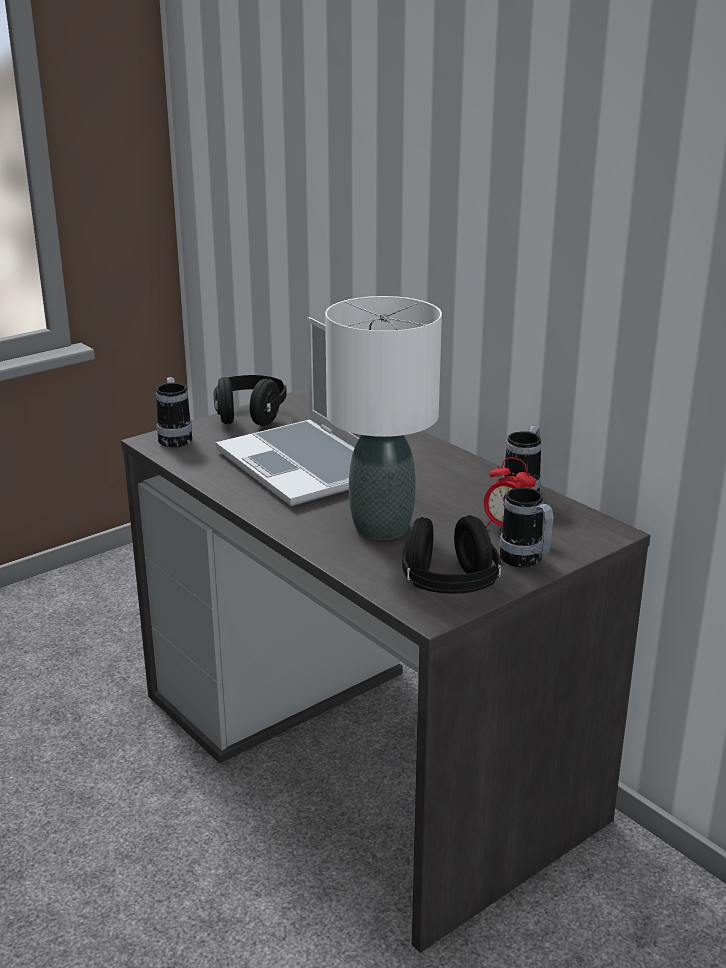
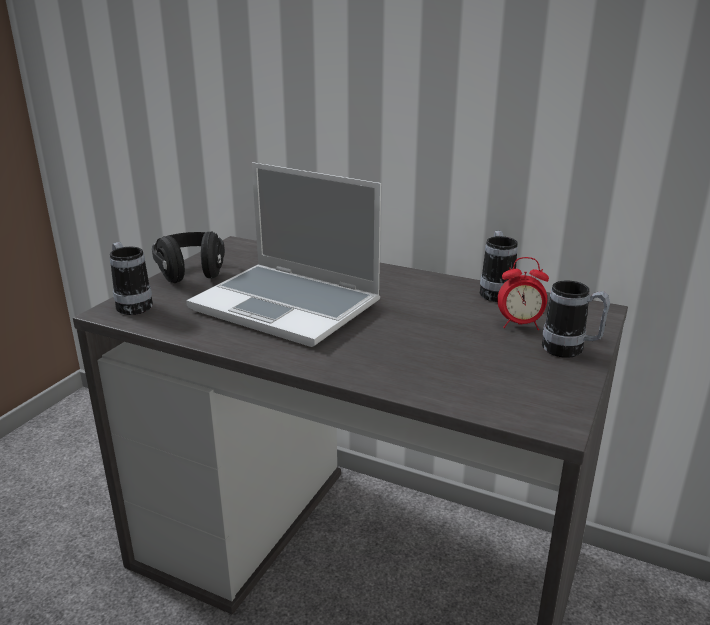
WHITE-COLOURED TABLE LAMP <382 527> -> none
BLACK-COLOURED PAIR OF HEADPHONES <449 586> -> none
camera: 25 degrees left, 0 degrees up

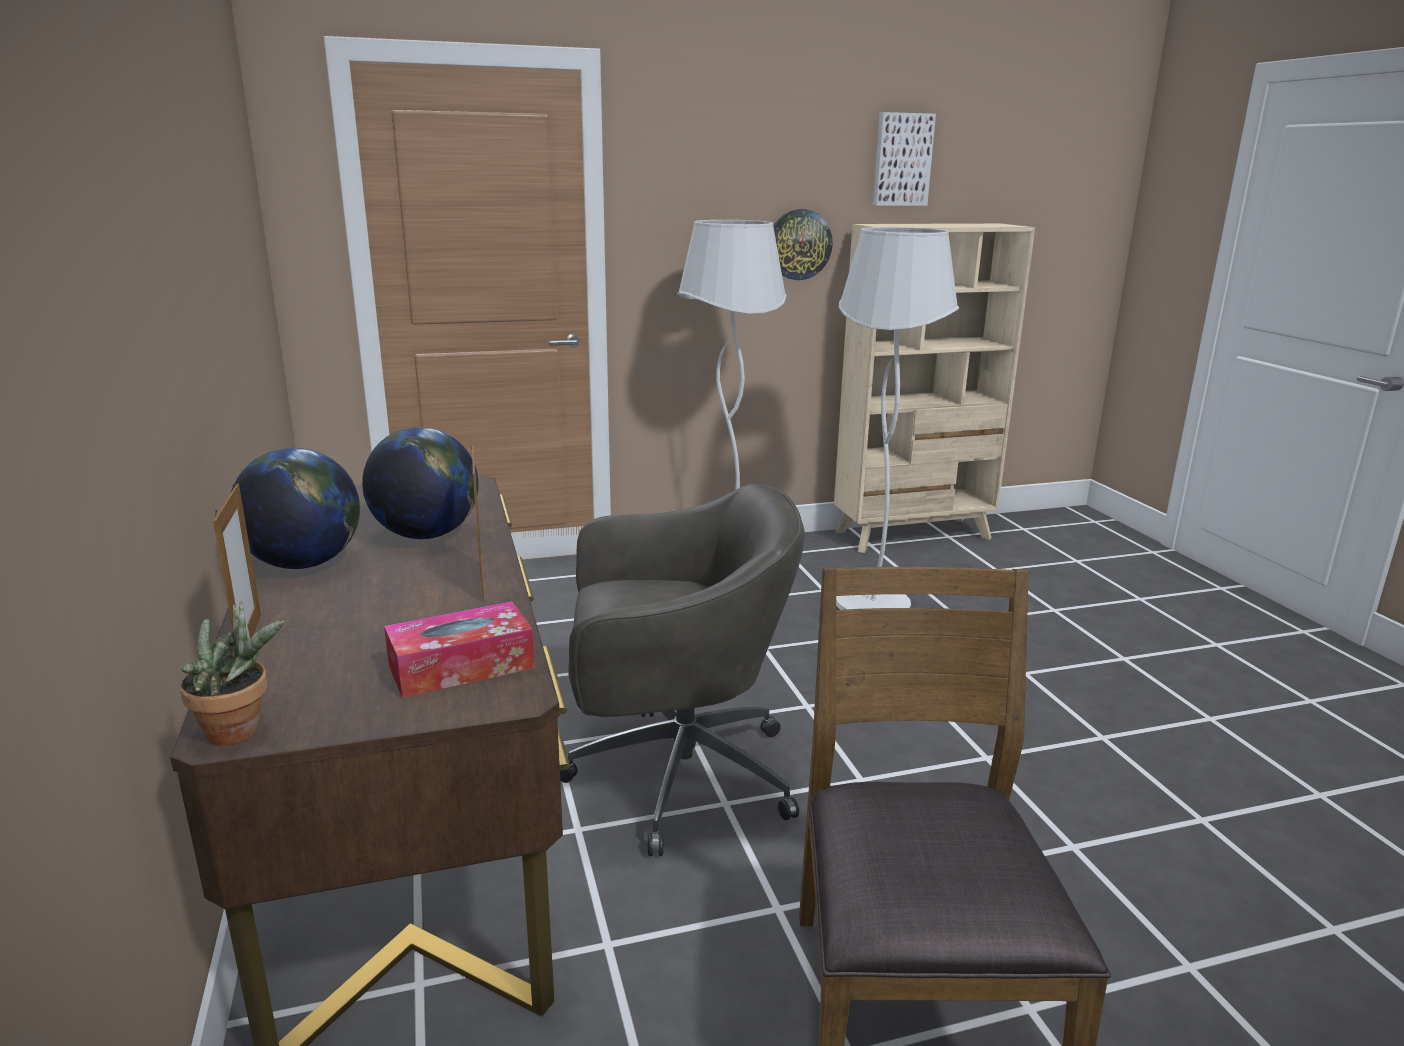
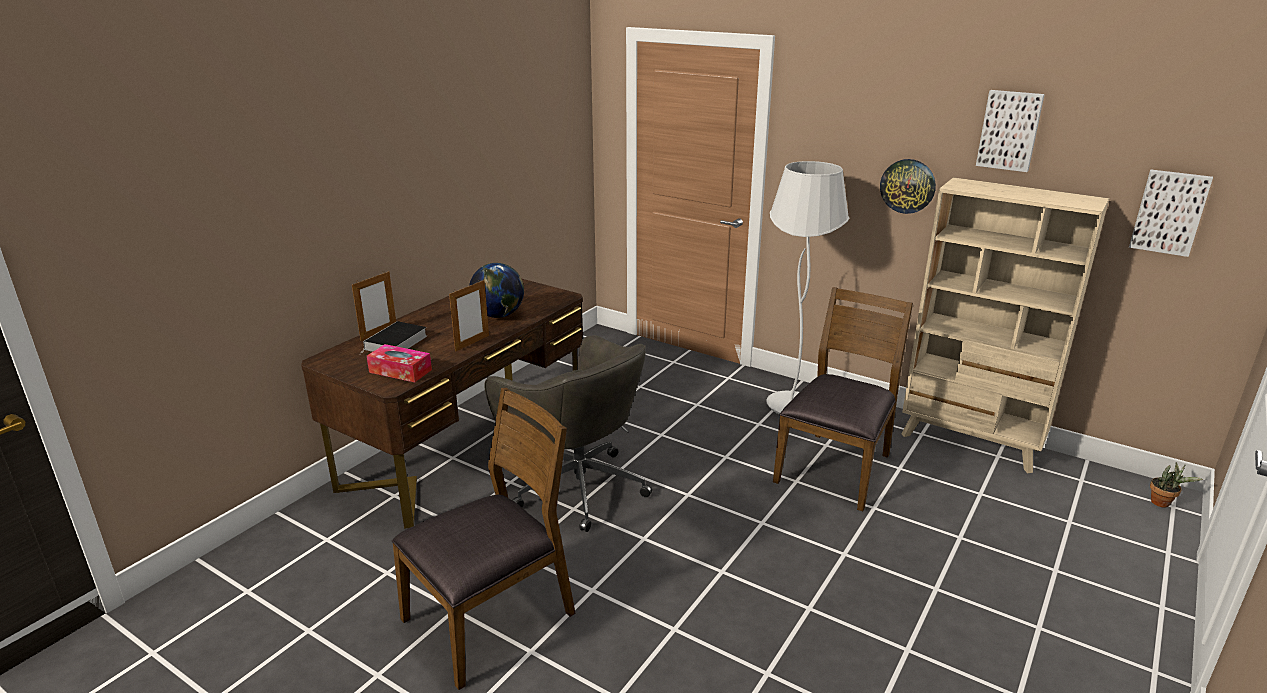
DESK GLOBE <304 564> -> none
none -> BOUND BOOK <395 343>
none -> WALL ART <1169 212>
POTTED PLANT <241 732> -> POTTED PLANT <1163 503>, moved
WHITE-COLOURED FLOOR LAMP <872 606> -> BROWN-COLOURED CHAIR <835 468>
camera: 50 degrees right, 5 degrees up

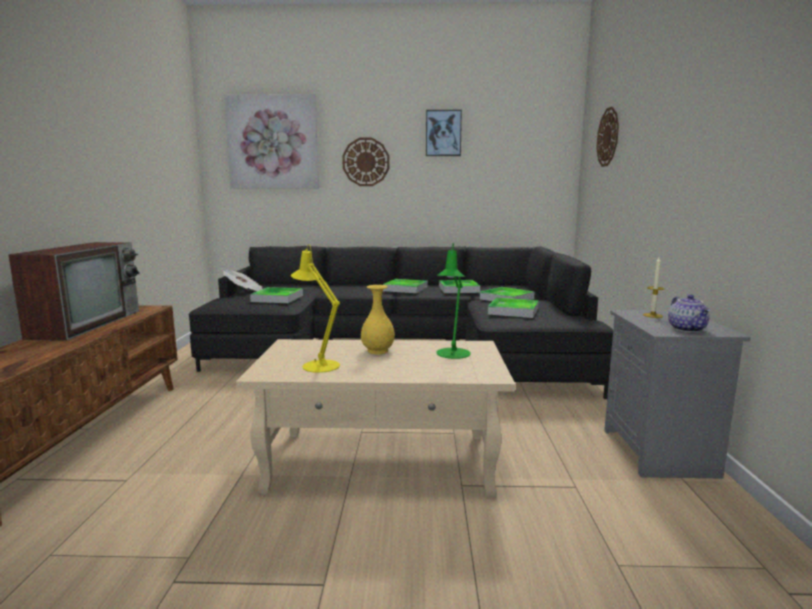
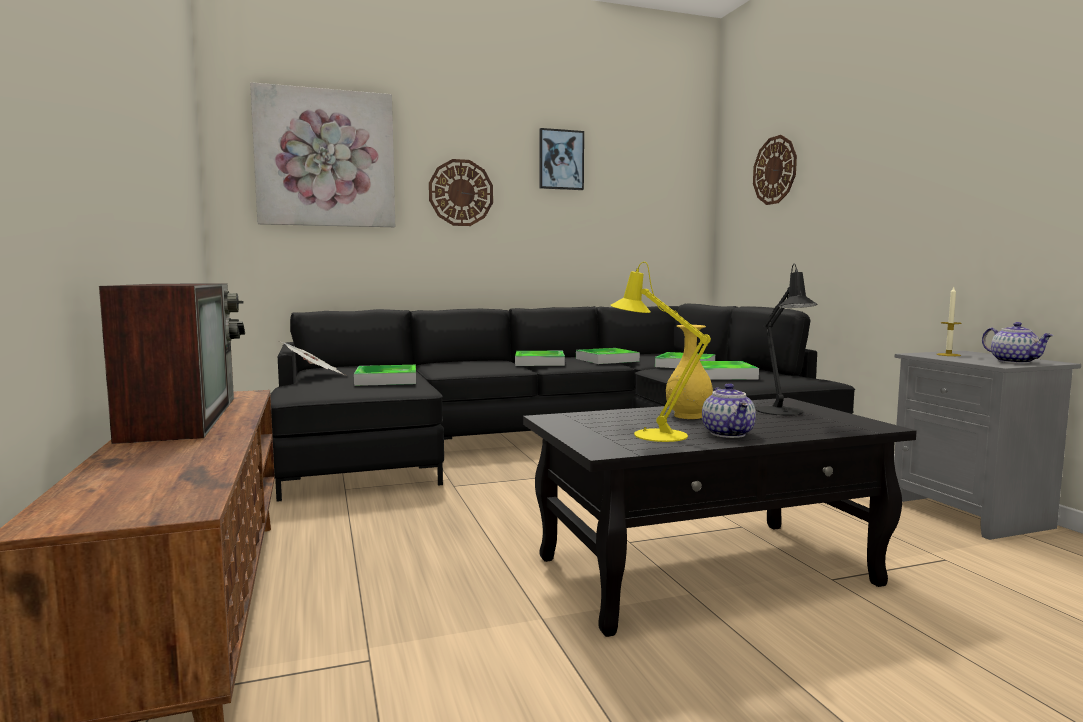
none -> POT FOR TEA <729 434>
BEIGE LOUNGE TABLE <383 462> -> BLACK-COLOURED LOUNGE TABLE <707 570>
GREEN-COLOURED TABLE LAMP <452 355> -> BLACK-COLOURED TABLE LAMP <782 412>
camera: 20 degrees left, 5 degrees down

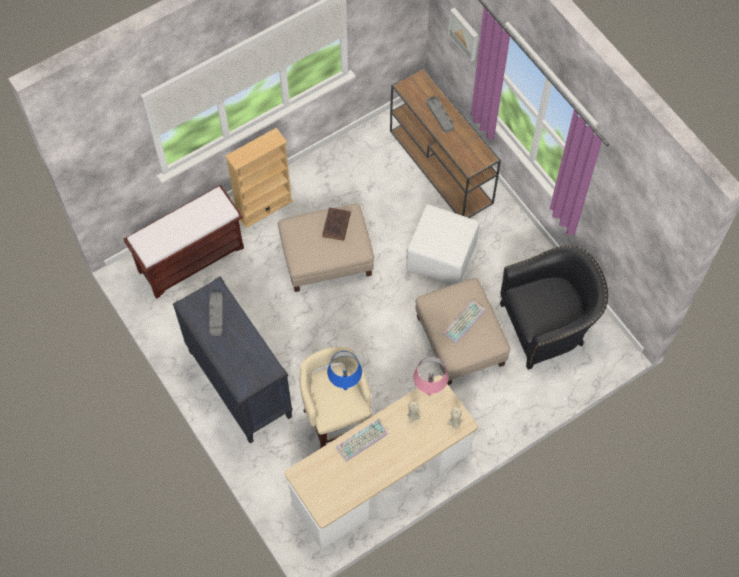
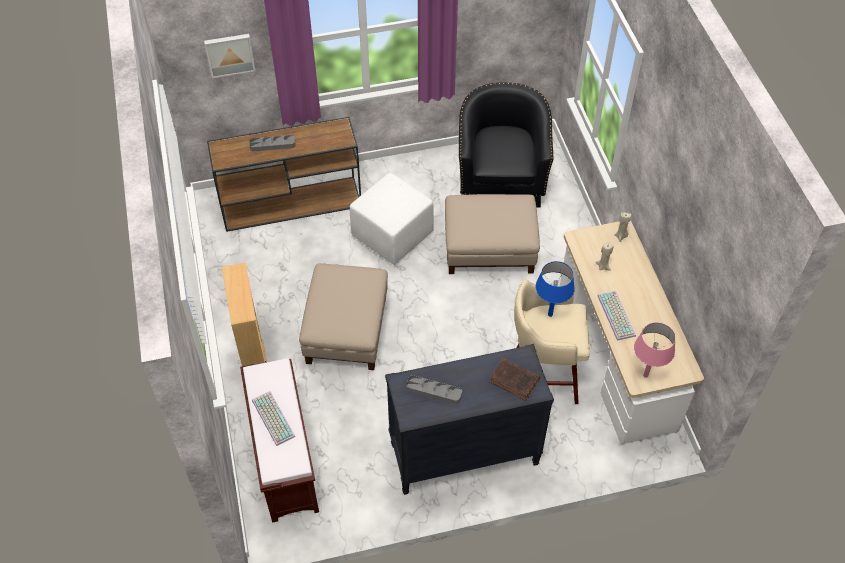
BROWN-COLOURED BOUND BOOK <336 226> -> BROWN-COLOURED BOUND BOOK <515 381>, moved
PINK-COLOURED TABLE LAMP <429 393> -> PINK-COLOURED TABLE LAMP <645 375>, moved
COMPUTER KEYBOARD <464 321> -> COMPUTER KEYBOARD <272 418>, moved
camera: 70 degrees left, 10 degrees down

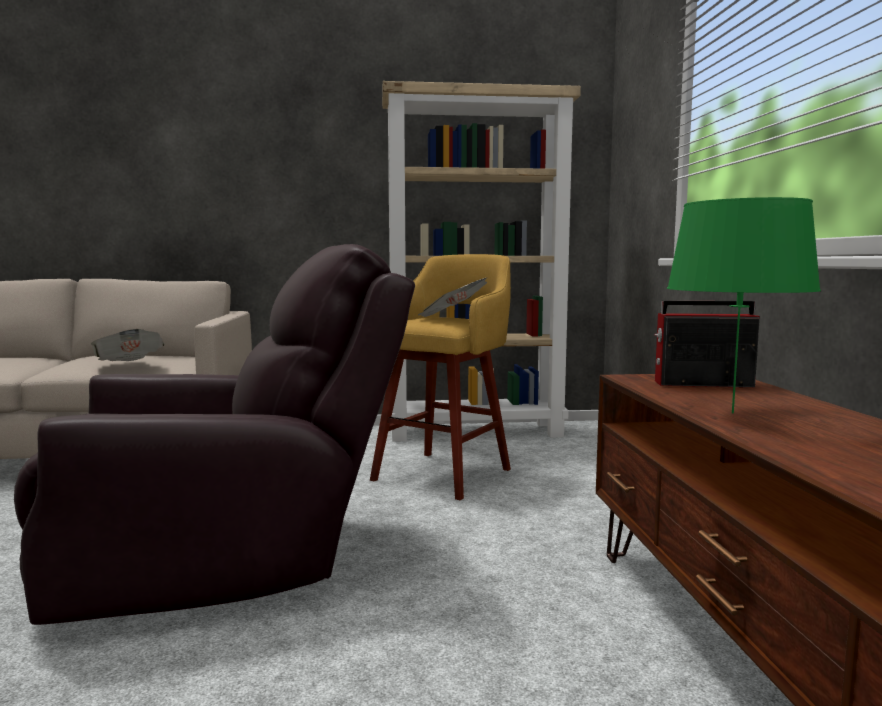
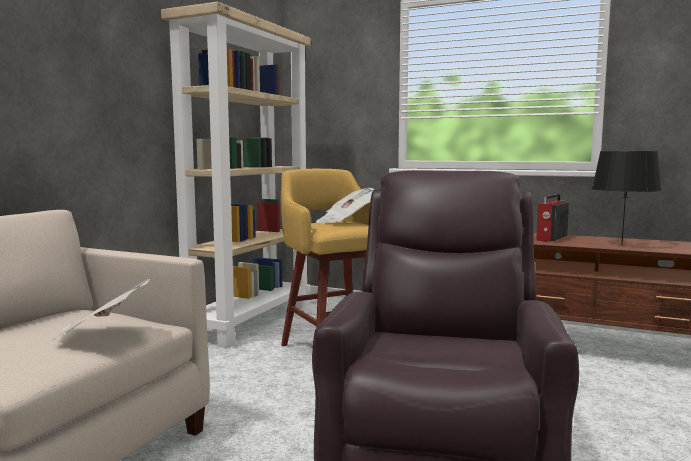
GREEN-COLOURED TABLE LAMP <732 413> -> BLACK-COLOURED TABLE LAMP <621 245>
camera: 60 degrees left, 0 degrees up

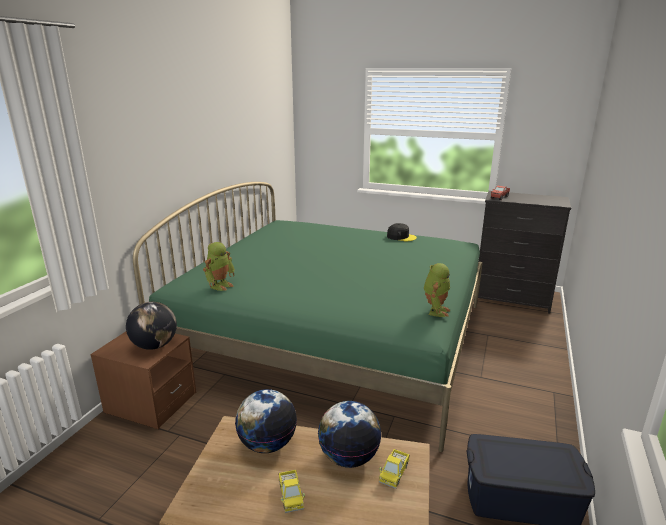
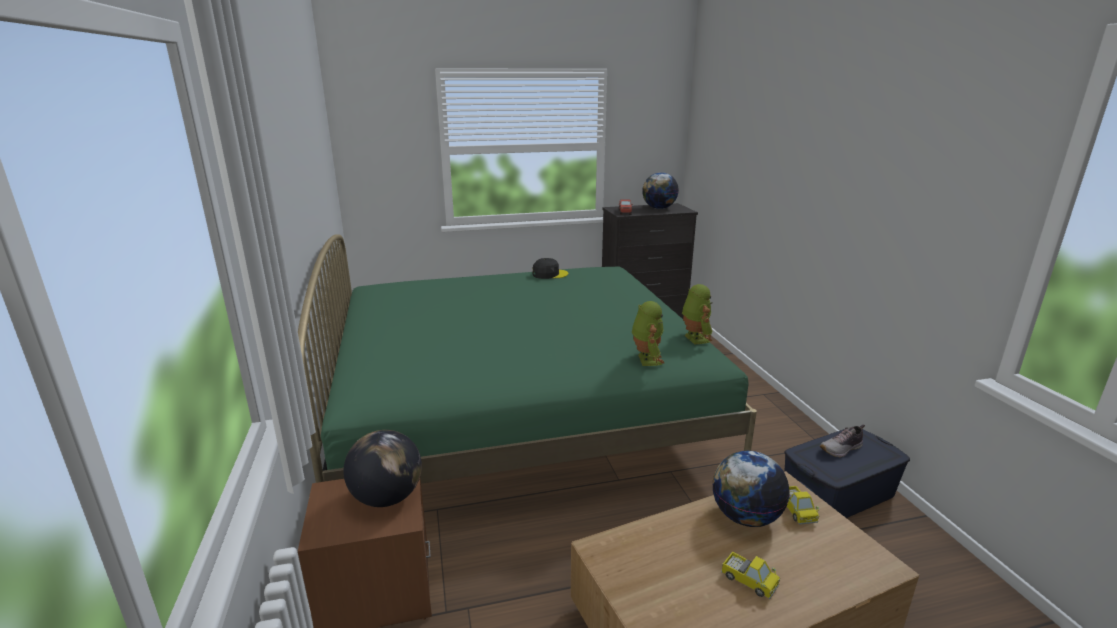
none -> ITEM OF FOOTWEAR <841 449>
ROBOT FIGURE <220 285> -> ROBOT FIGURE <646 359>, moved
DESK GLOBE <267 444> -> DESK GLOBE <659 208>, moved
camera: 35 degrees left, 0 degrees up

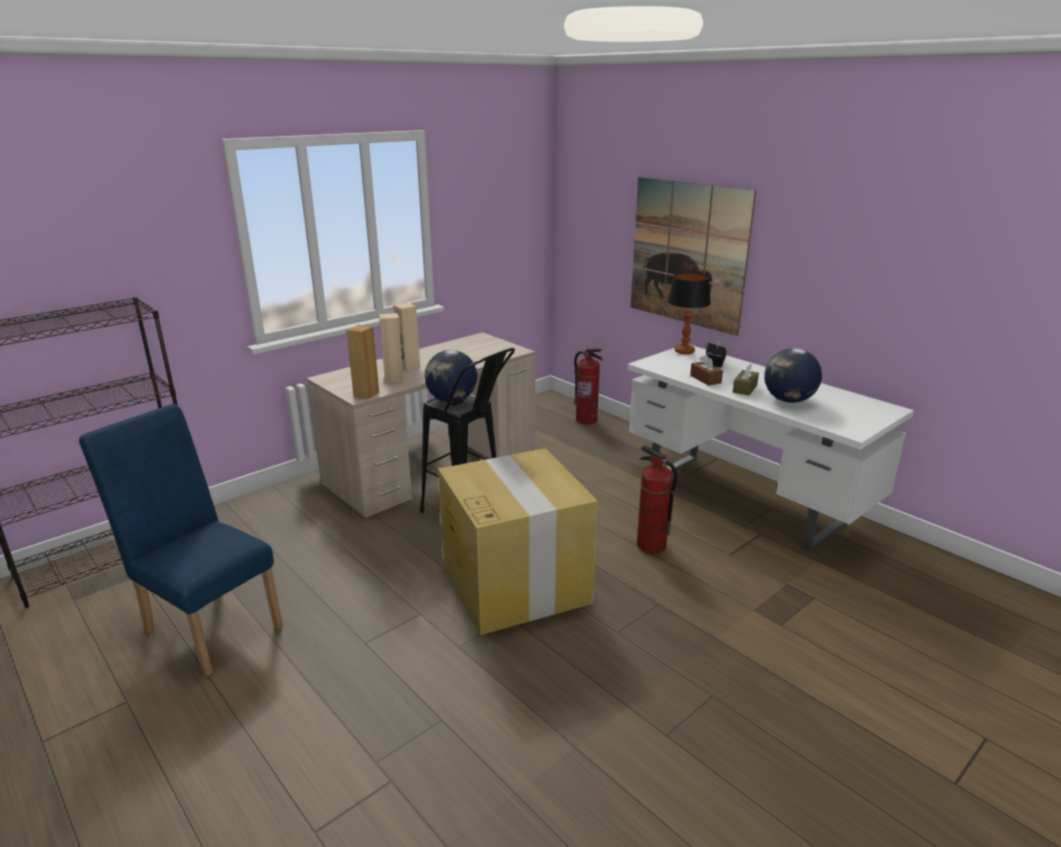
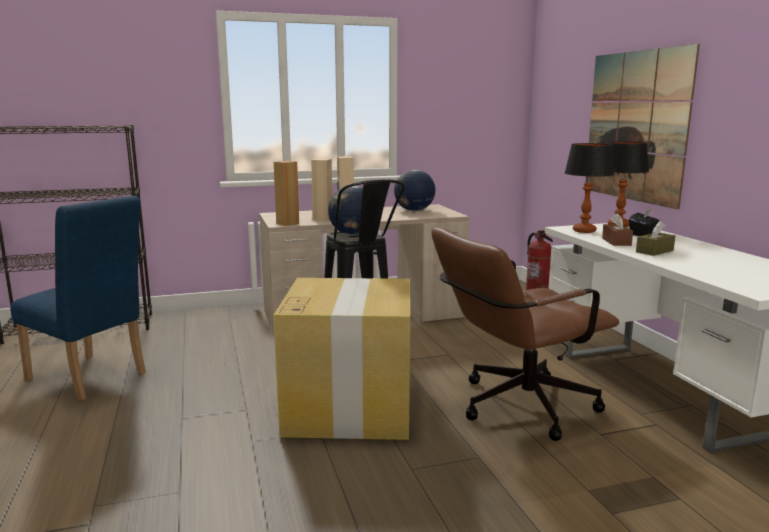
none -> TABLE LAMP <584 231>
DESK GLOBE <788 400> -> DESK GLOBE <414 210>, moved
EXTINGUISHER <651 545> -> BROWN-COLOURED COMPUTER CHAIR <515 407>
BLUE-COLOURED CHAIR <209 624> -> BLUE-COLOURED CHAIR <91 378>, 150 degrees clockwise
camera: 25 degrees right, 10 degrees down

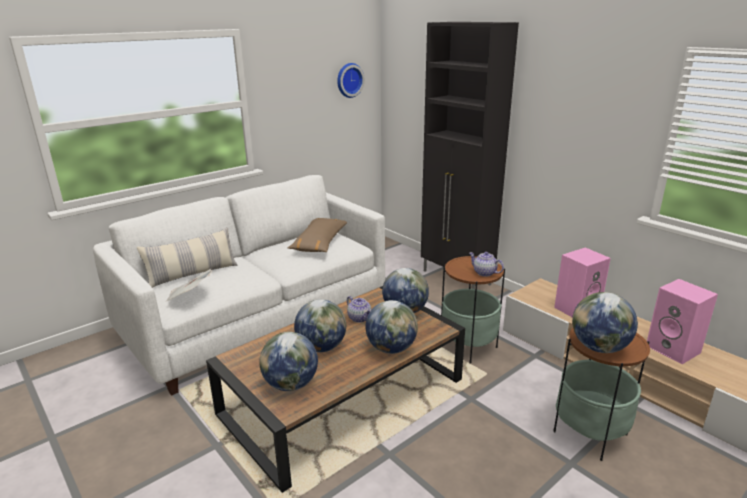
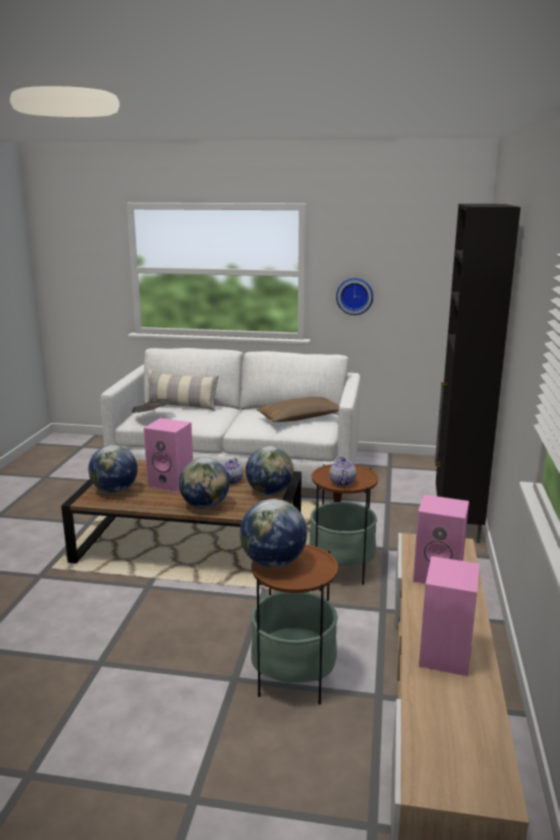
HANGING CLOCK <349 80> -> HANGING CLOCK <354 296>, moved
DESK GLOBE <321 347> -> PINK-COLOURED AUDIO SPEAKER <172 483>
camera: 50 degrees right, 5 degrees down

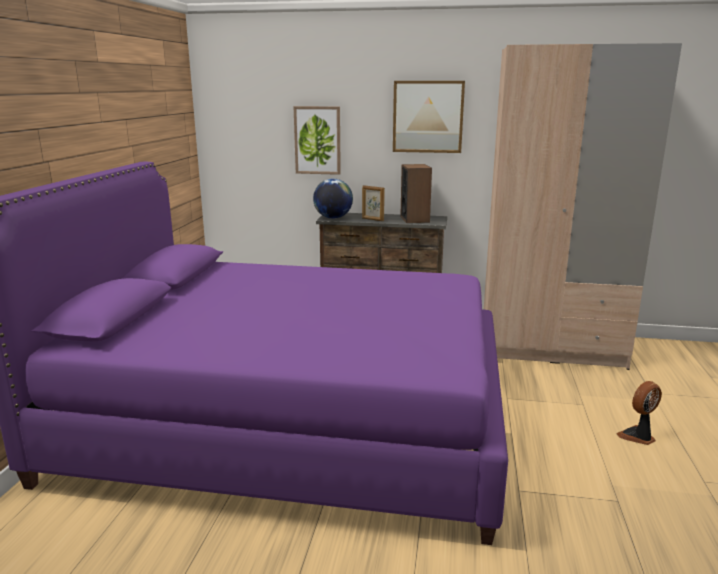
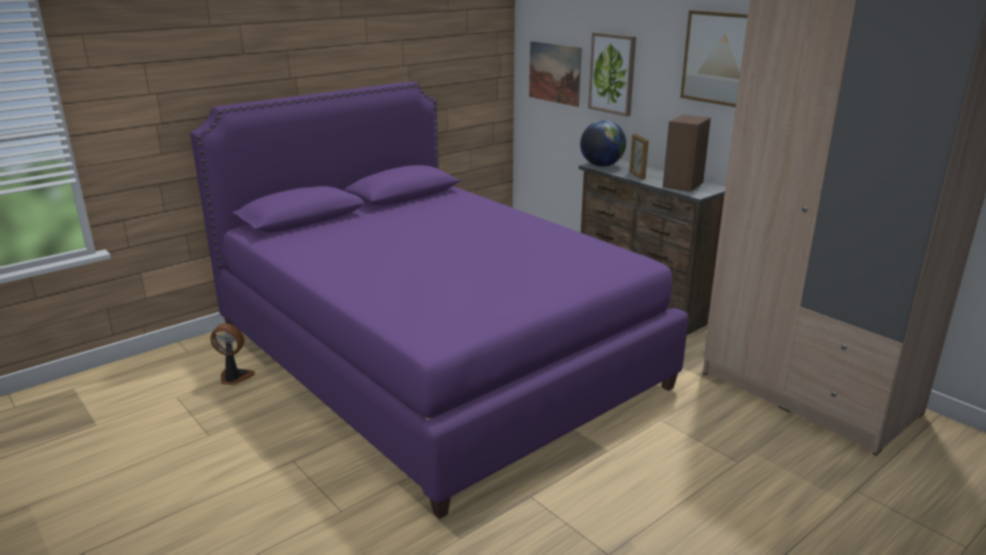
none -> WALL ART <554 73>
ELECTRIC FAN <638 437> -> ELECTRIC FAN <234 378>, moved
camera: 40 degrees right, 5 degrees up

